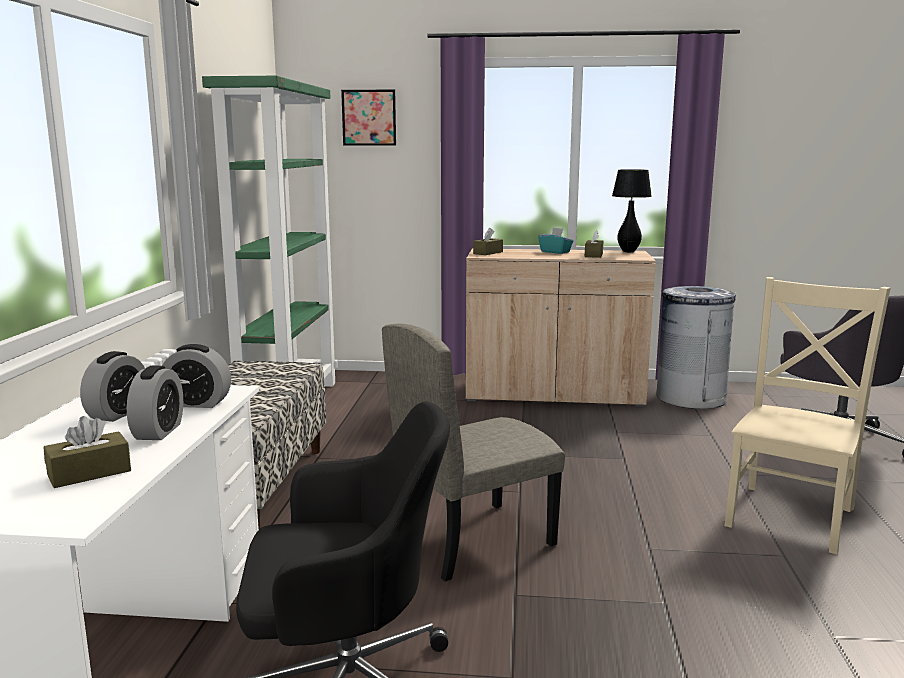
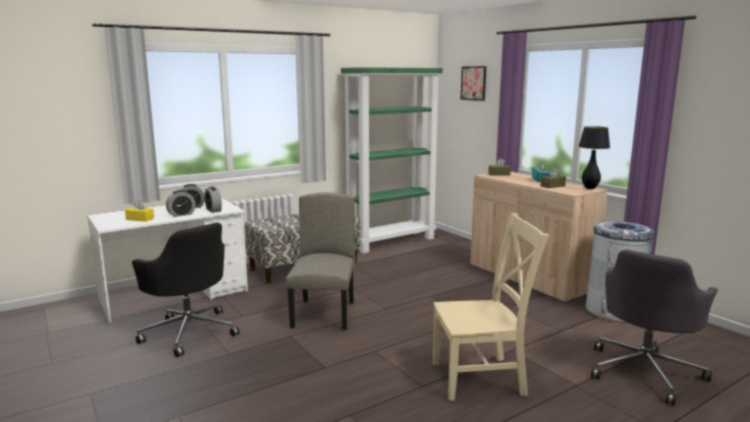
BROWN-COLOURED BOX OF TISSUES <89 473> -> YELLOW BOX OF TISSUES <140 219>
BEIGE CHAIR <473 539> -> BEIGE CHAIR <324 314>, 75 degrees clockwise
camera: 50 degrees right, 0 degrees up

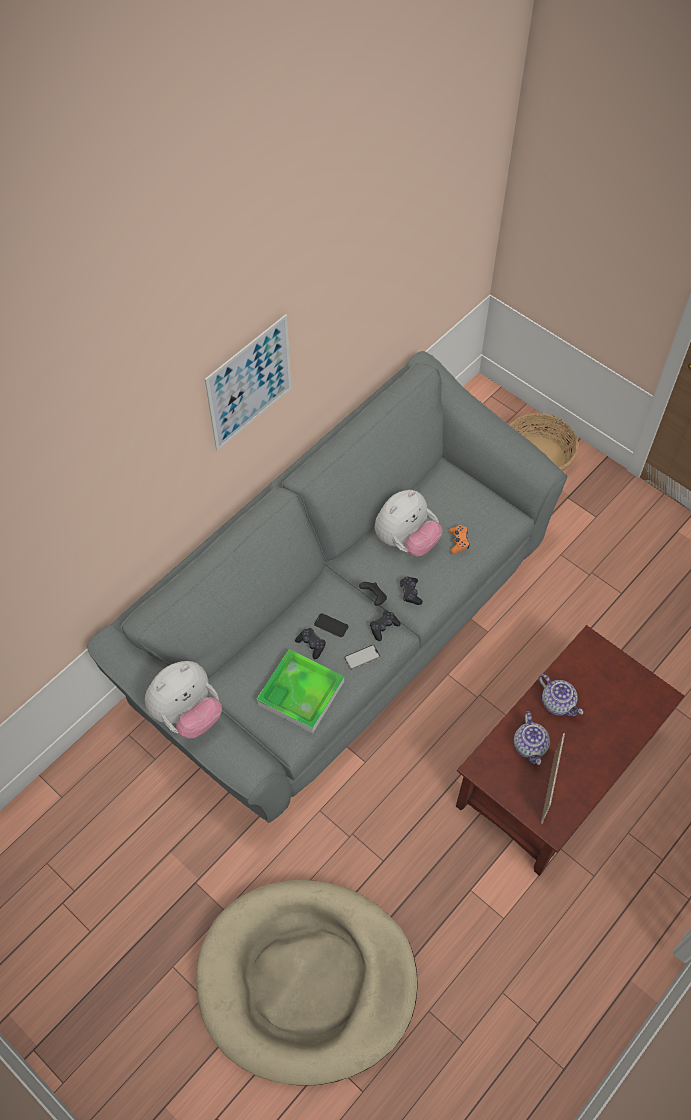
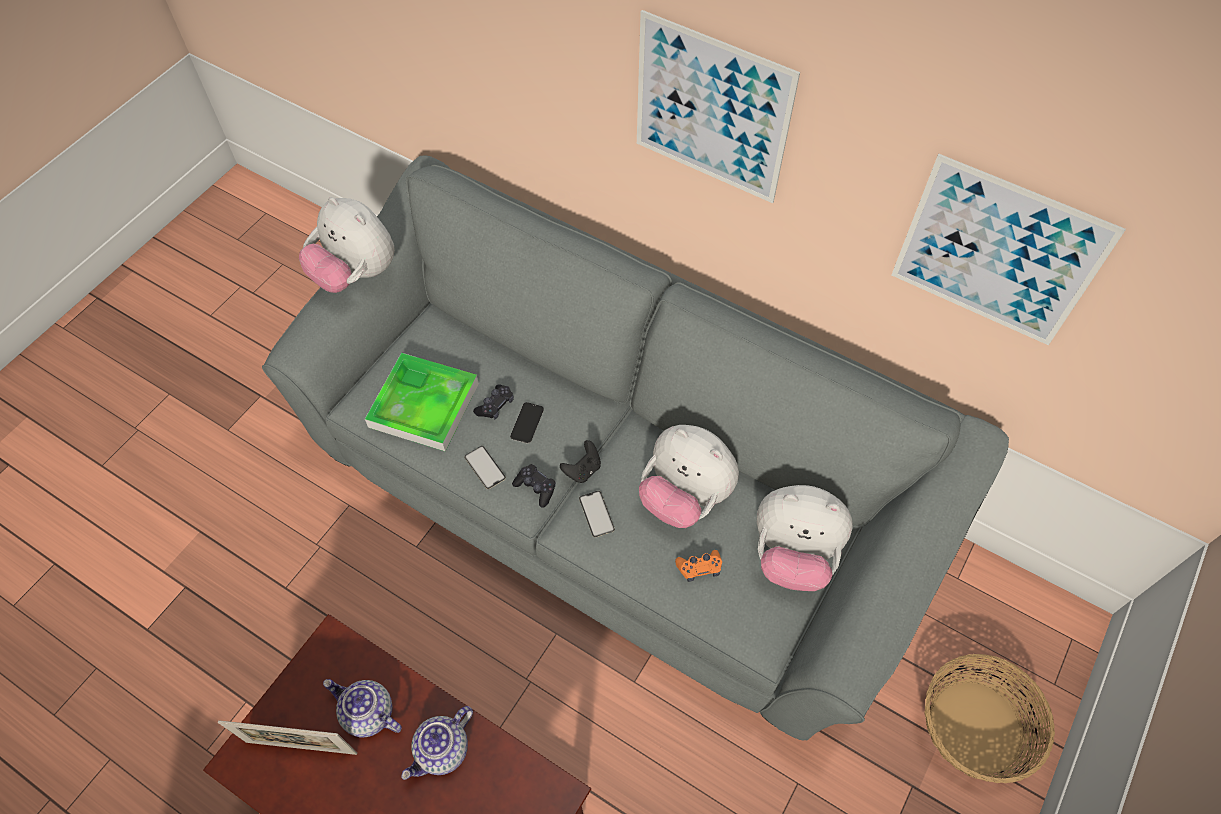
BEIGE DOG CUSHION <306 981> -> none
none -> SOFT TOY <793 555>
none -> WALL ART <996 253>
BLACK-COLOURED JOYPAD <410 593> -> TELEPHONE <596 514>
POT FOR TEA <530 746> -> POT FOR TEA <367 714>, 45 degrees clockwise
camera: 80 degrees right, 0 degrees up

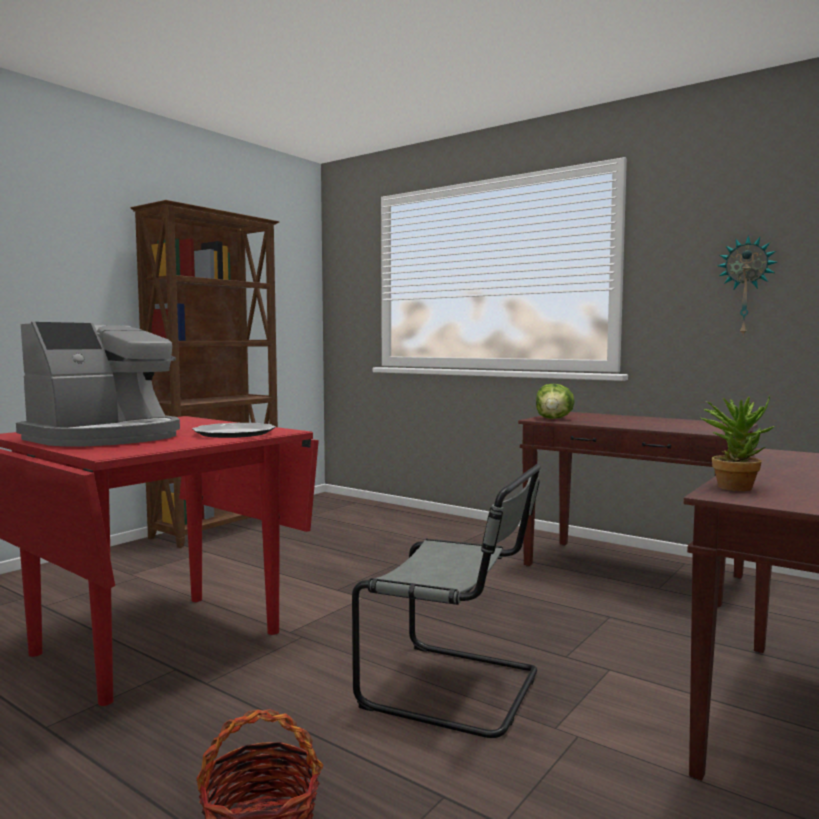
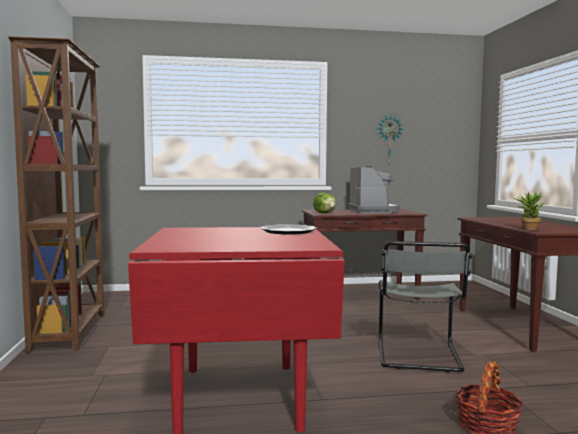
COFFEE BREWER <106 437> -> COFFEE BREWER <373 211>, moved
GRAY CHAIR <457 689> -> GRAY CHAIR <418 356>, 120 degrees clockwise
camera: 45 degrees left, 0 degrees up

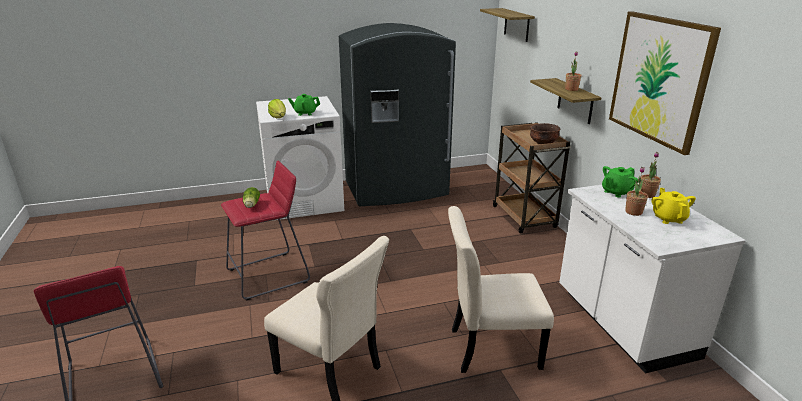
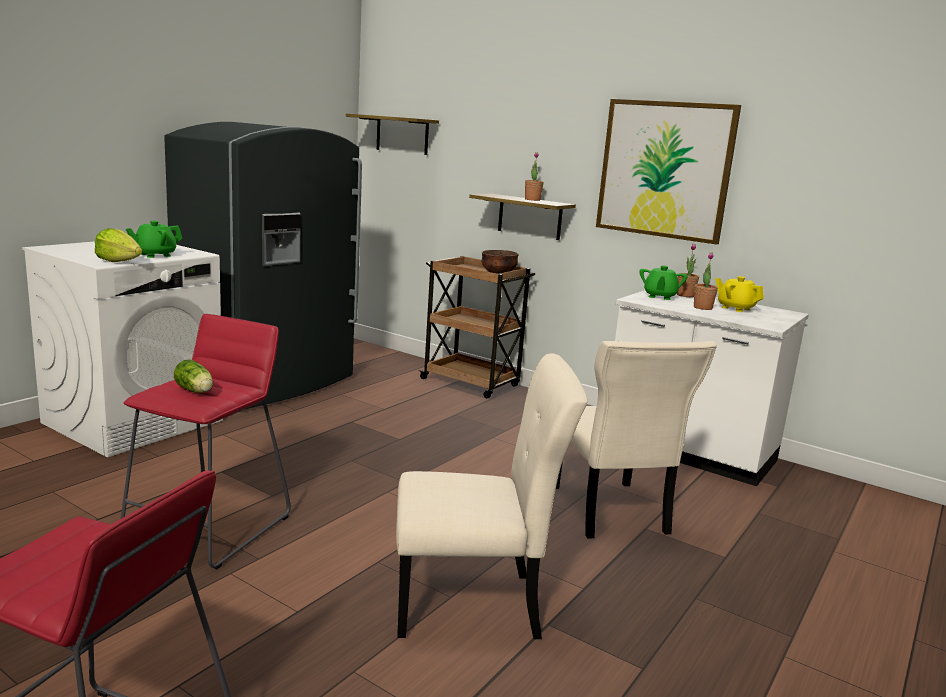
BEIGE CHAIR <490 348> -> BEIGE CHAIR <610 512>, 60 degrees counterclockwise
camera: 40 degrees left, 10 degrees down

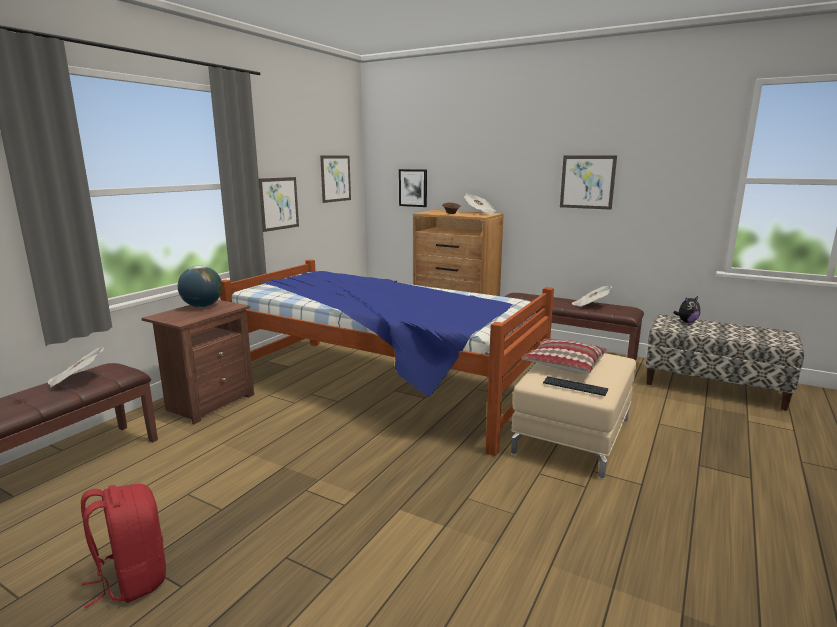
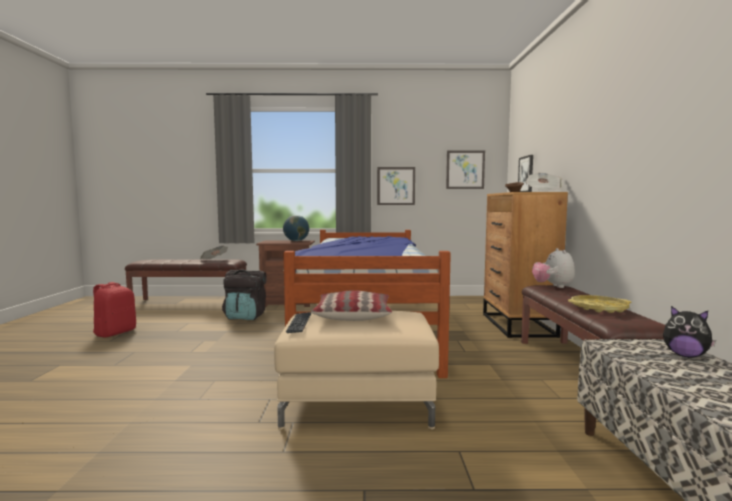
WALL ART <587 182> -> none
none -> BLACK-COLOURED RUCKSACK <245 317>
none -> SOFT TOY <553 286>
NEWSPAPER <590 305> -> YELLOW SERVING TRAY <598 308>
camera: 60 degrees right, 10 degrees down

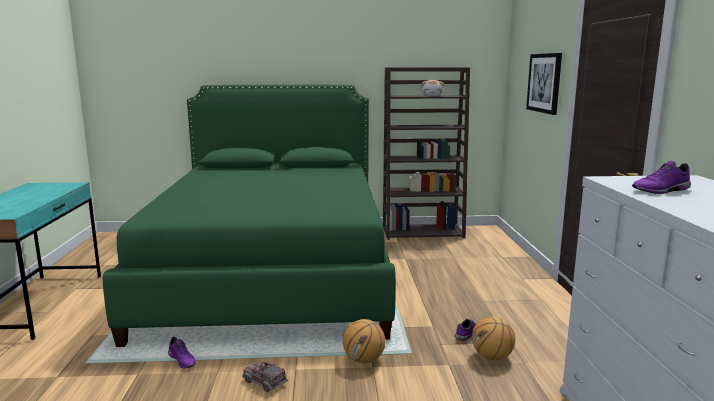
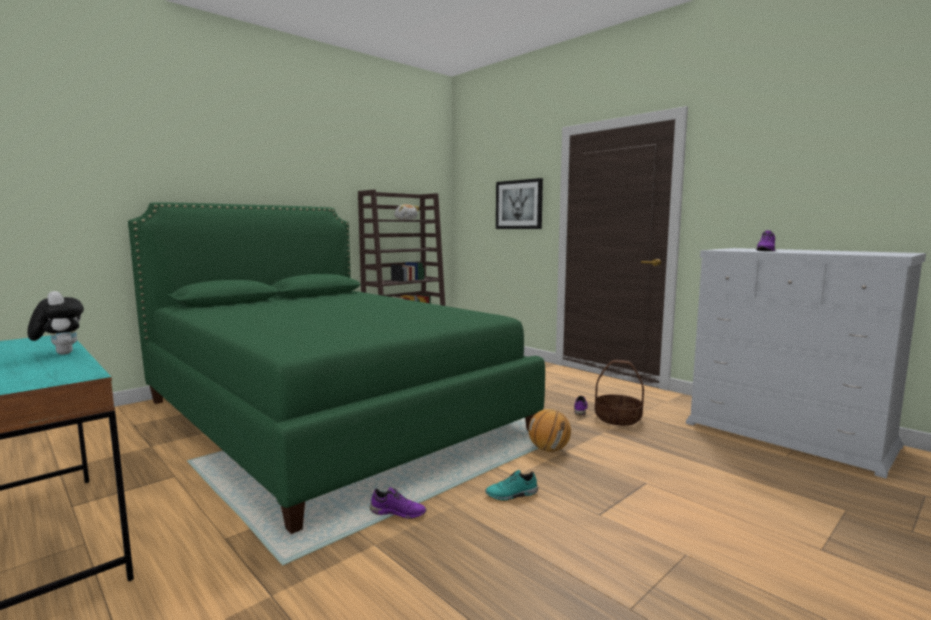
none -> SOFT TOY <60 353>
MODEL TRUCK <264 382> -> TURQUOISE-COLOURED ITEM OF FOOTWEAR <512 495>
BASKETBALL <492 357> -> STORAGE BASKET <618 418>
camera: 40 degrees left, 5 degrees down

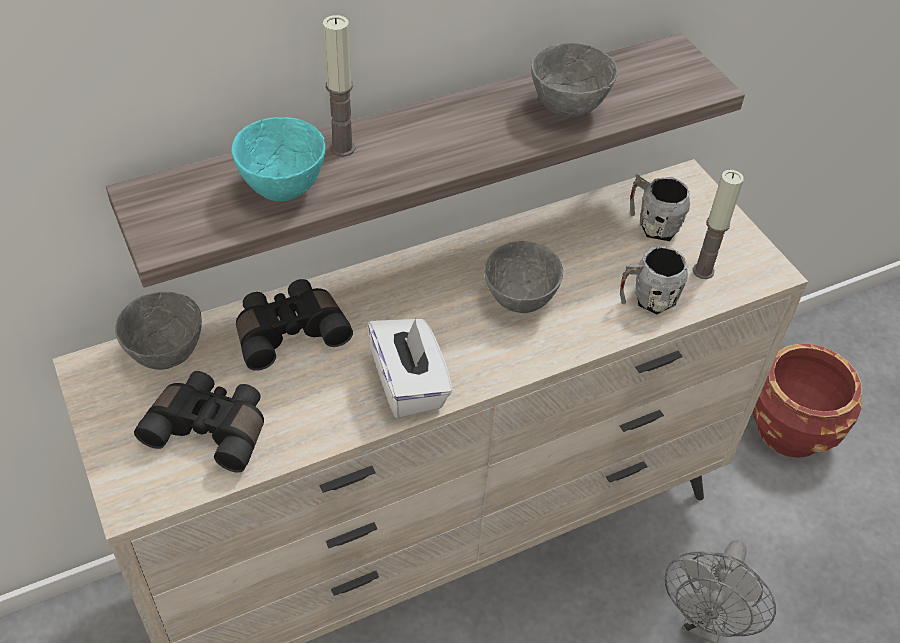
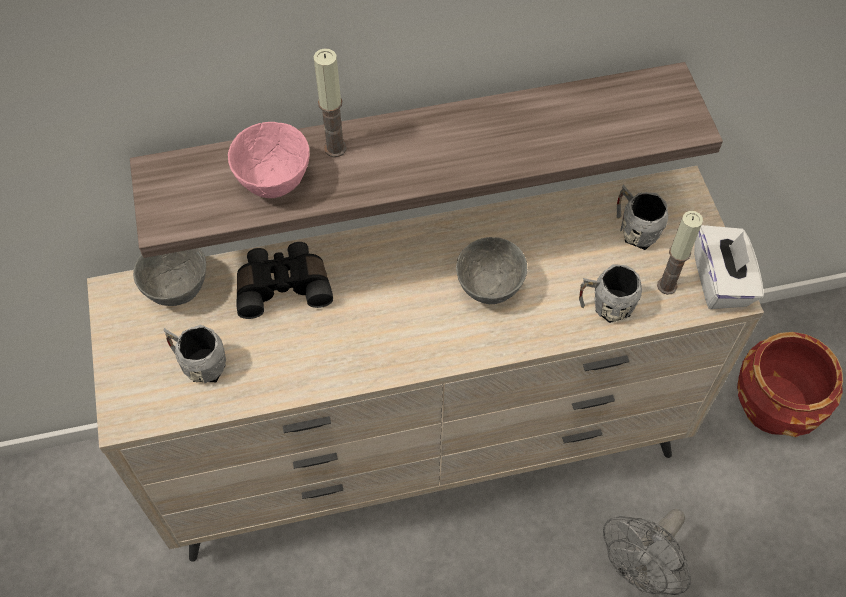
GRAY BOWL <566 107> -> none
WHITE-COLOURED BOX OF TISSUES <409 384> -> WHITE-COLOURED BOX OF TISSUES <721 281>, moved
BLACK-COLOURED FIELD GLASSES <211 428> -> GRAY COFFEE MUG <200 365>
TURQUOISE-COLOURED BOWL <281 188> -> PINK-COLOURED BOWL <272 183>
camera: 15 degrees right, 10 degrees up

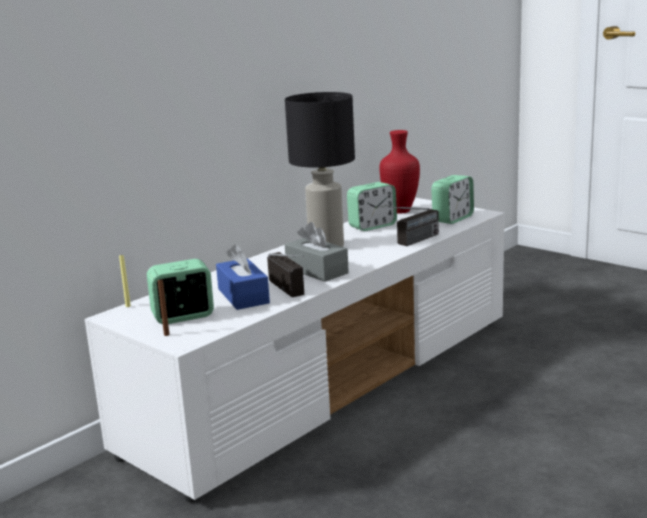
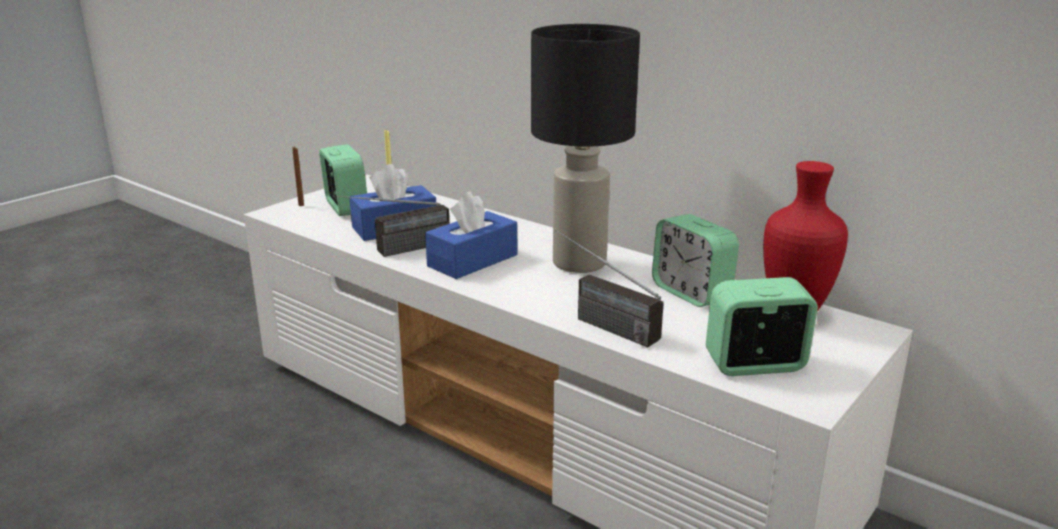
GRAY BOX OF TISSUES <317 271> -> BLUE-COLOURED BOX OF TISSUES <472 260>
BEDSIDE CLOCK <452 219> -> BEDSIDE CLOCK <755 364>, 135 degrees clockwise
camera: 85 degrees right, 5 degrees up

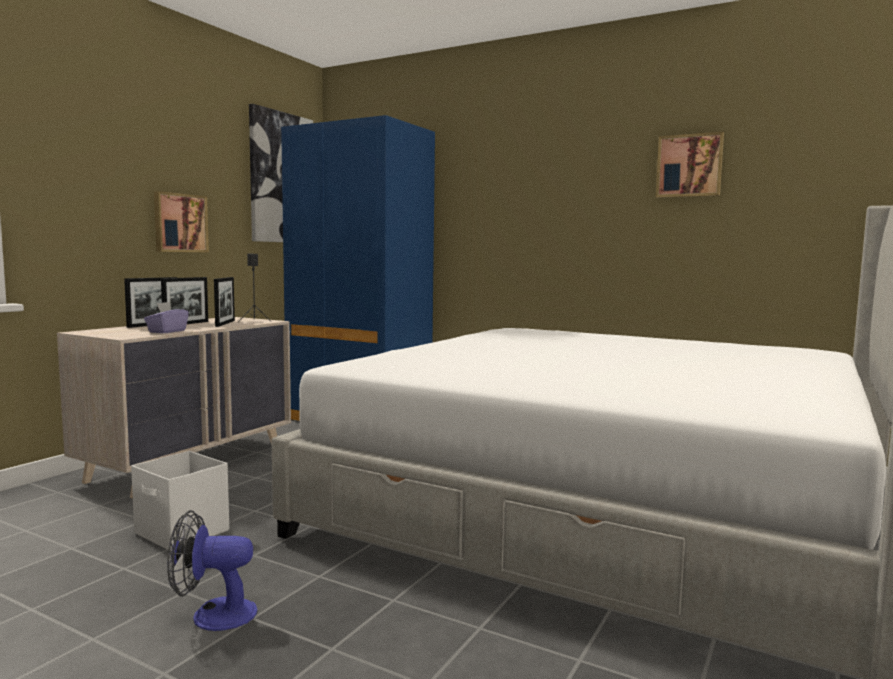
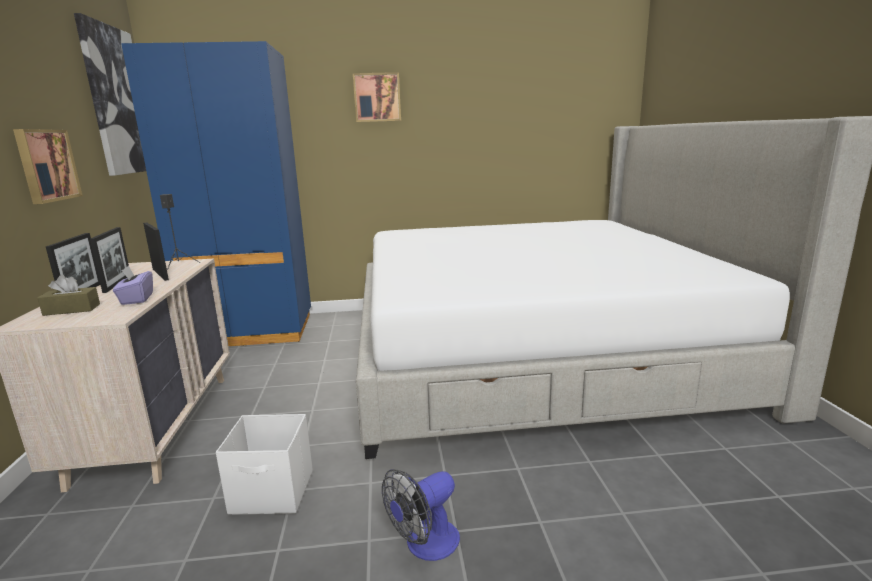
none -> BROWN-COLOURED BOX OF TISSUES <72 309>
WALL ART <689 166> -> WALL ART <377 97>, moved
camera: 35 degrees left, 10 degrees up

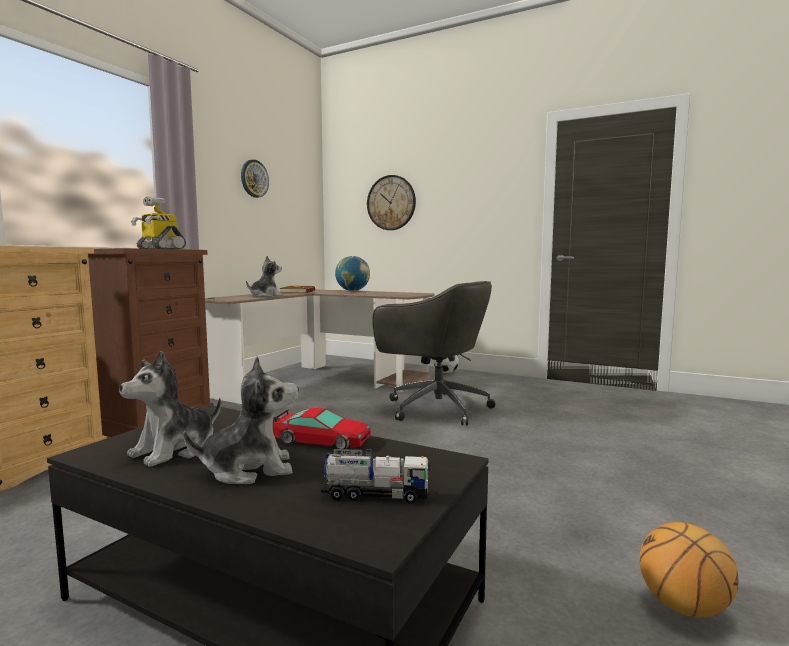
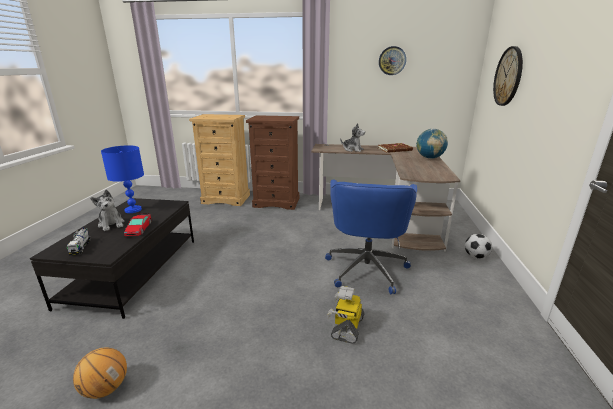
ROBOT FIGURE <160 249> -> ROBOT FIGURE <347 327>, moved
SOFT TOY <175 450> -> BLUE-COLOURED TABLE LAMP <133 210>
GRAY COMPUTER CHAIR <434 408> -> BLUE-COLOURED COMPUTER CHAIR <366 267>
camera: 70 degrees right, 15 degrees up

